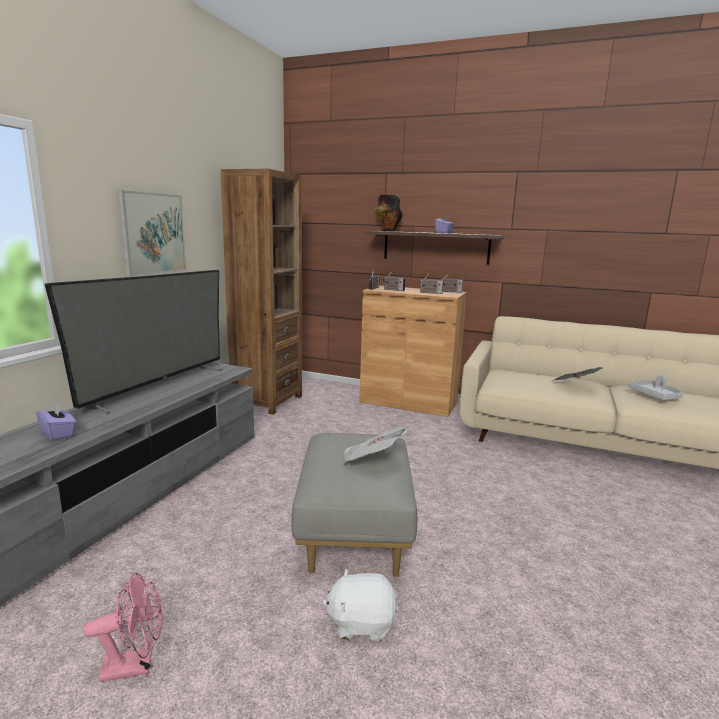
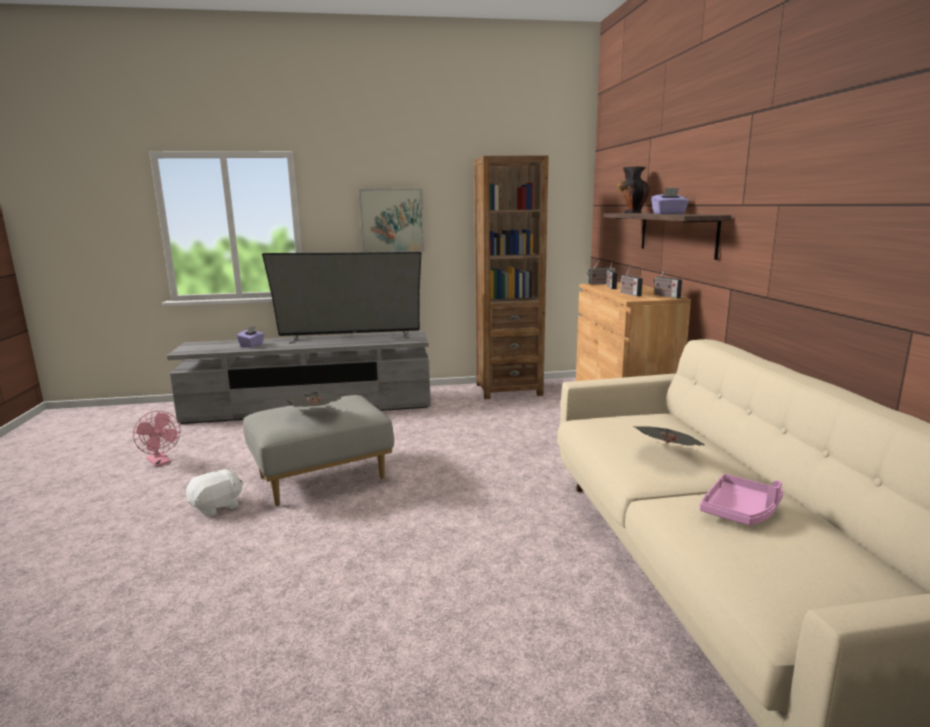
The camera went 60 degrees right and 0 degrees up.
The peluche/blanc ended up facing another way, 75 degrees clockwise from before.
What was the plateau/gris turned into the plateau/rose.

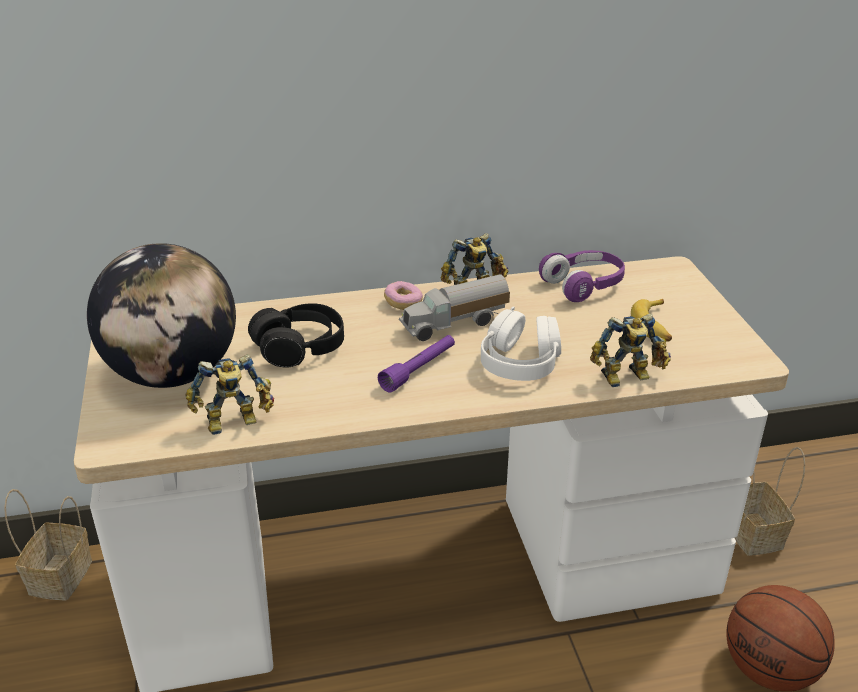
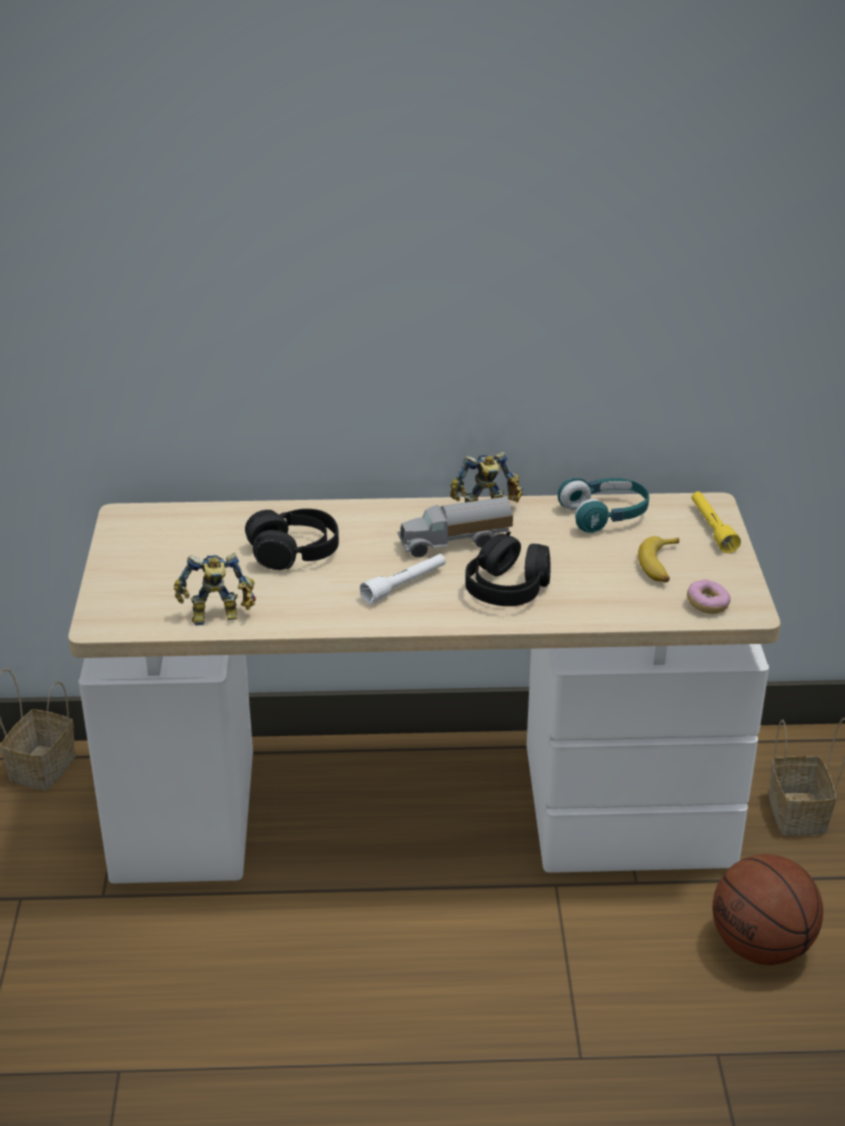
The camera went 10 degrees right and 0 degrees up.
What was the lampe de poche/violet turned into the lampe de poche/blanc.
What was the casque audio/blanc turned into the casque audio/noir (no. 2 from left).
What was the casque audio/violet turned into the casque audio/turquoise.
The beignet ended up elsewhere.
The second view gained the lampe de poche/jaune.
The second view lost the globe.
The second view lost the robot jouet (no. 3 from left).

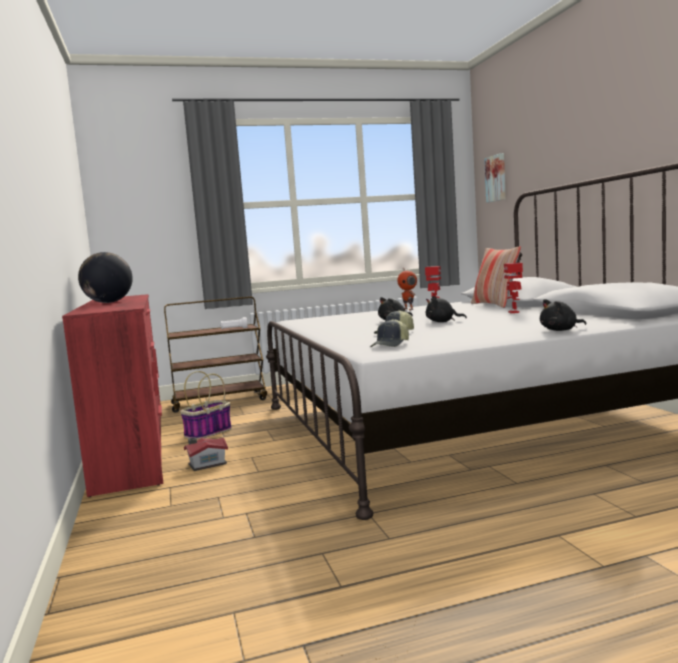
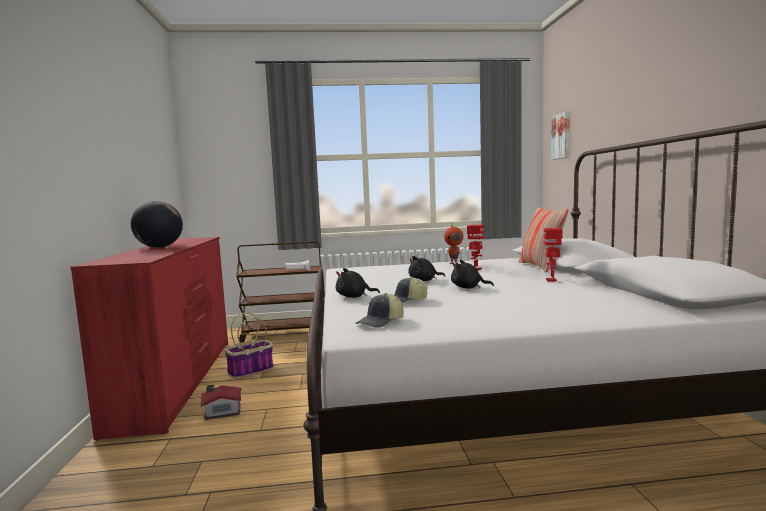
The camera went 10 degrees right and 0 degrees up.
The peluche/noir (no. 3 from left in the first image) ended up elsewhere.

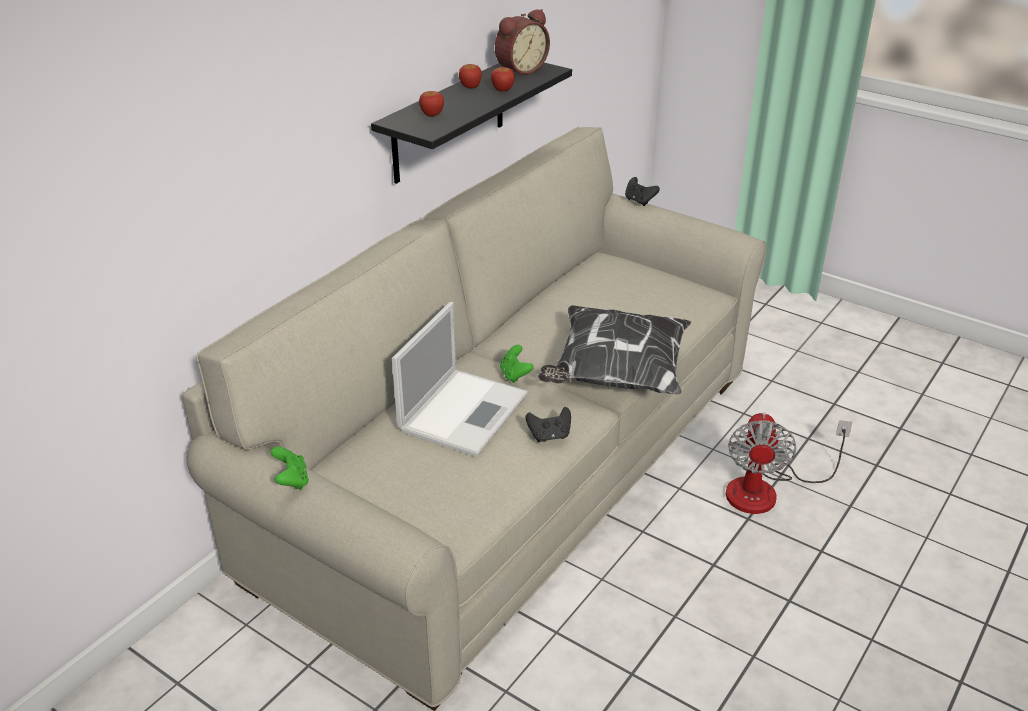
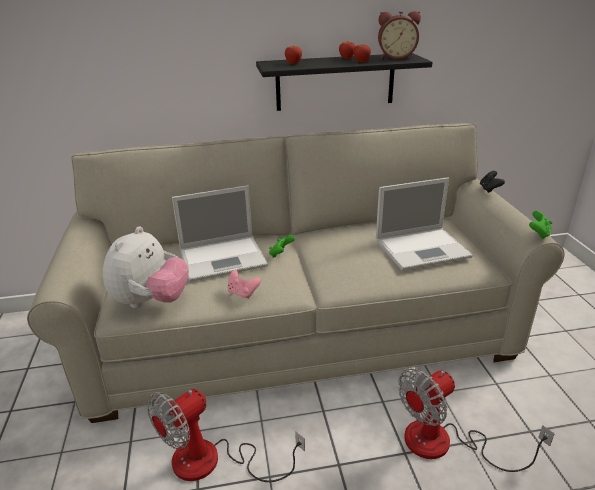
The camera went 45 degrees right and 5 degrees down.
The second view gained the peluche.
The second view gained the ventilateur (no. 1 from left).
What was the manette/noir (no. 1 from left) turned into the manette/rose.
The second view gained the ordinateur portable (no. 2 from left).
The manette/vert (no. 1 from left in the first image) ended up elsewhere.
The second view lost the coussin.

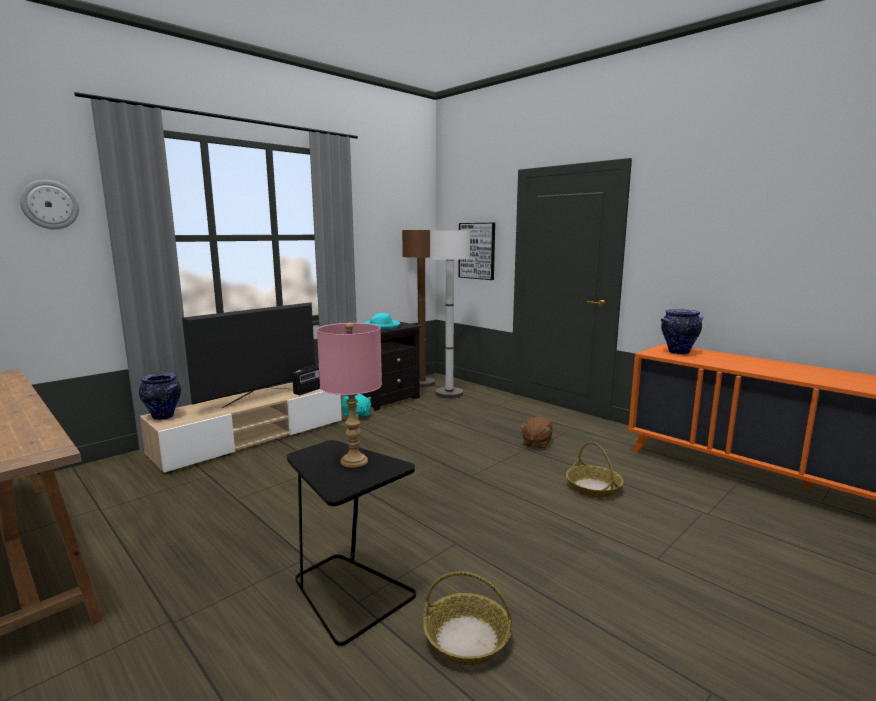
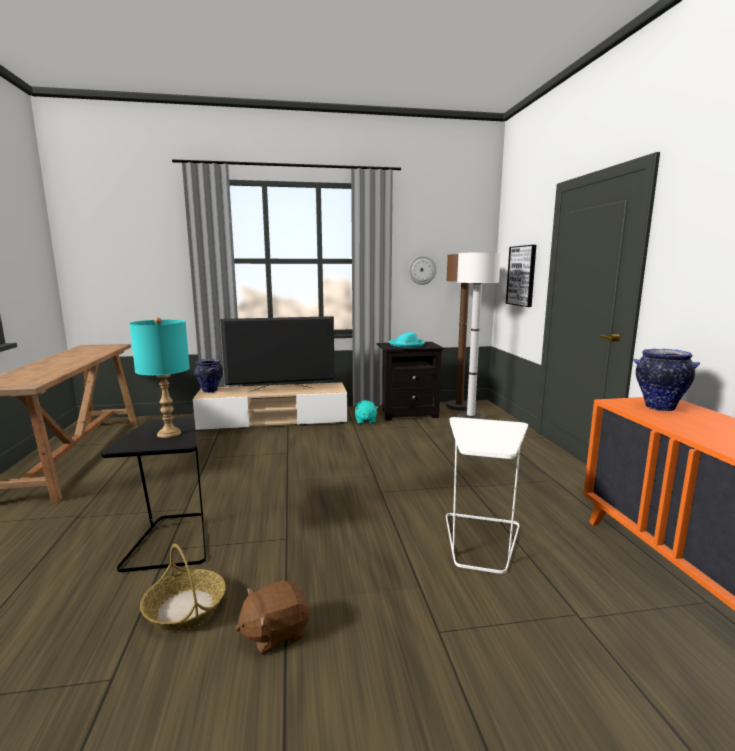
The camera went 35 degrees right and 0 degrees up.
What was the lampe de table/rose turned into the lampe de table/turquoise.
The peluche/marron ended up elsewhere.
The horloge murale ended up elsewhere.
Where the panier (no. 2 from left) stood, the table d'appoint/blanc came to stand.
The second view lost the radio.

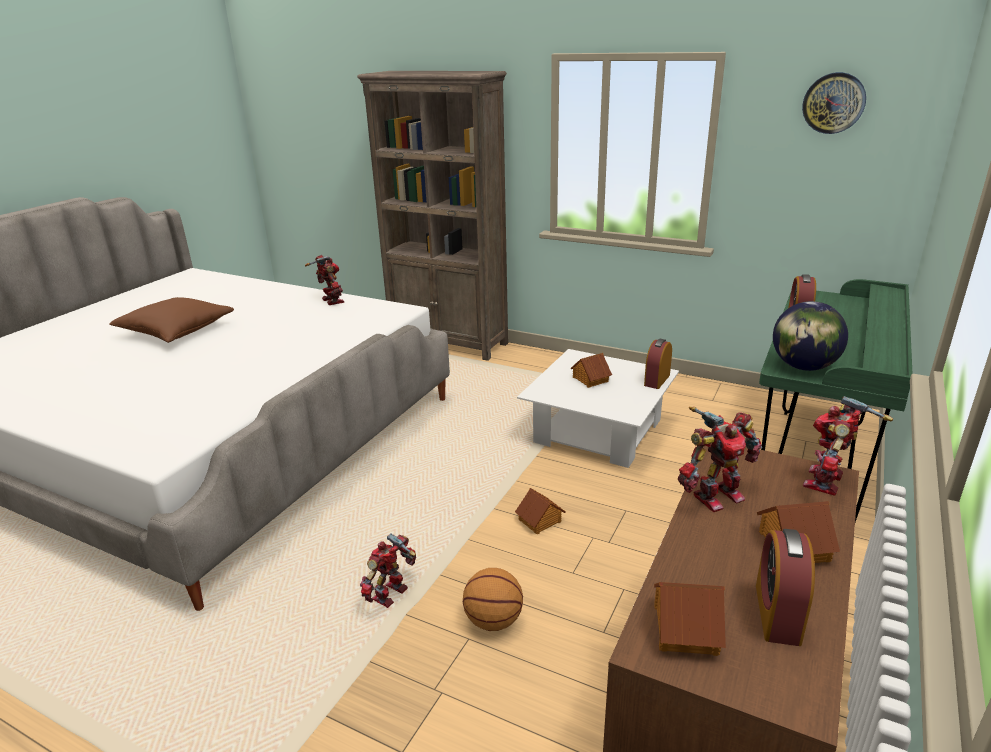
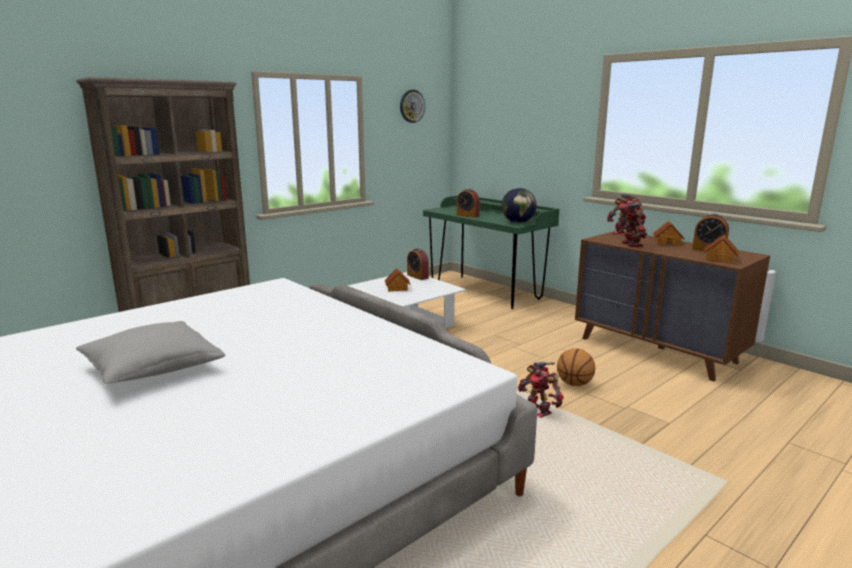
The camera went 70 degrees left and 10 degrees down.
What was the coussin/marron turned into the coussin/gris.
The second view lost the robot jouet (no. 1 from left).
The second view lost the maison miniature (no. 1 from left).

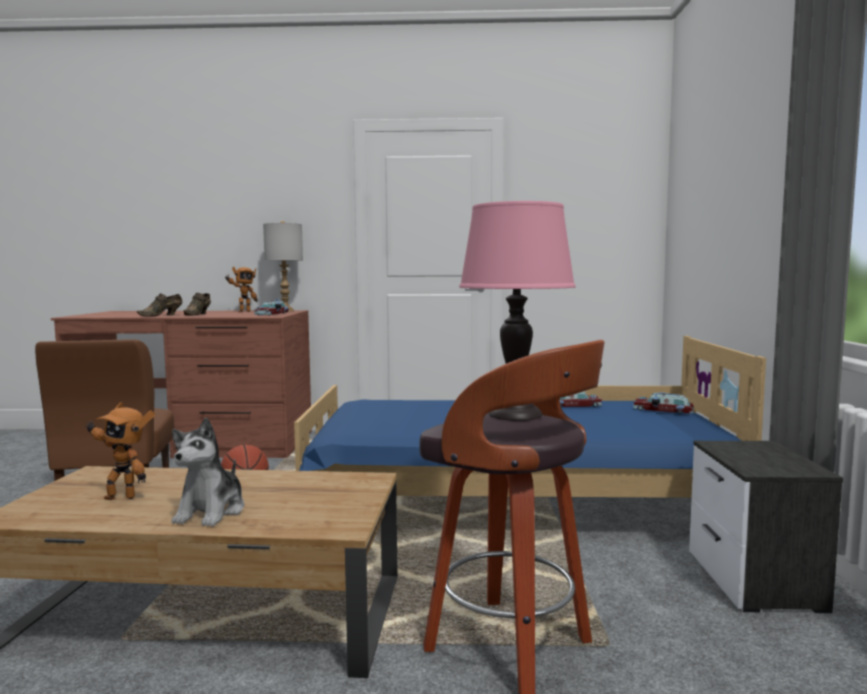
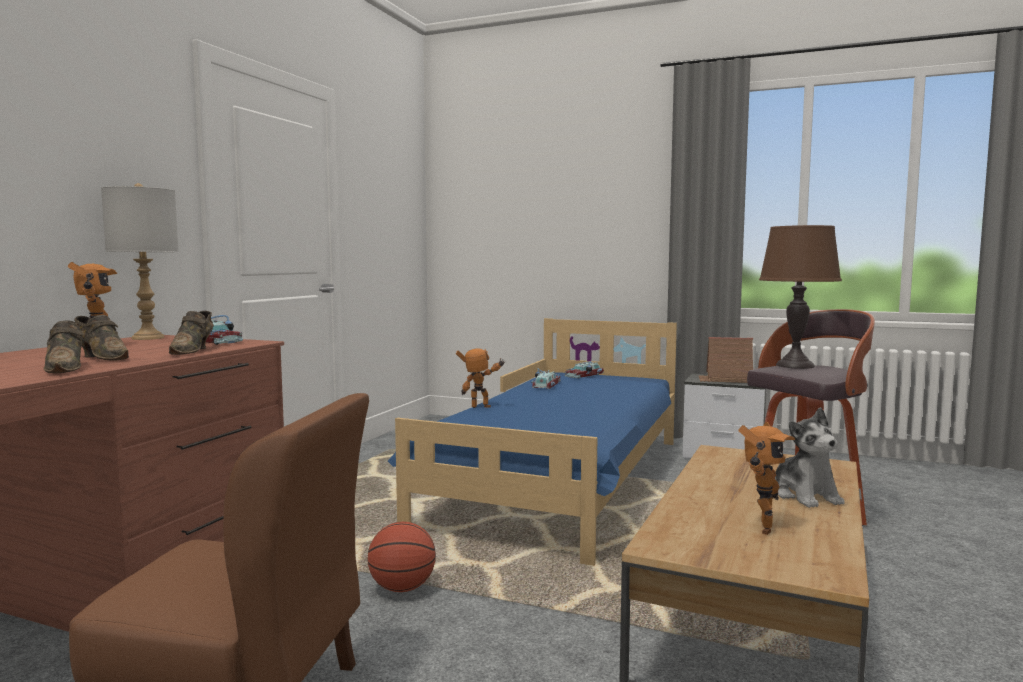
The camera went 70 degrees left and 0 degrees up.
The second view gained the chaussure/marron (no. 3 from left).
The second view gained the robot jouet (no. 2 from left).
The second view gained the maison miniature.
What was the lampe de table/rose turned into the lampe de table/marron.
The peluche ended up facing another way, 45 degrees clockwise from before.

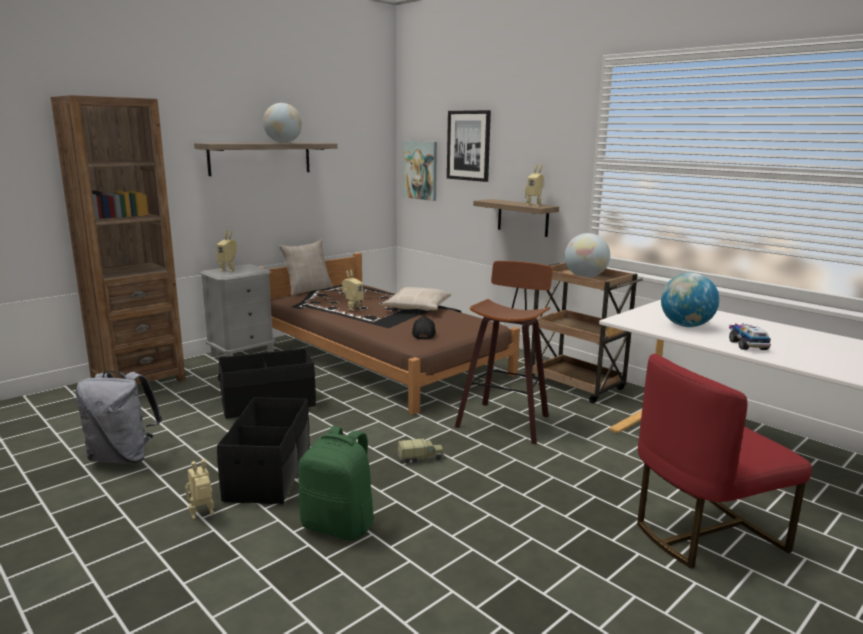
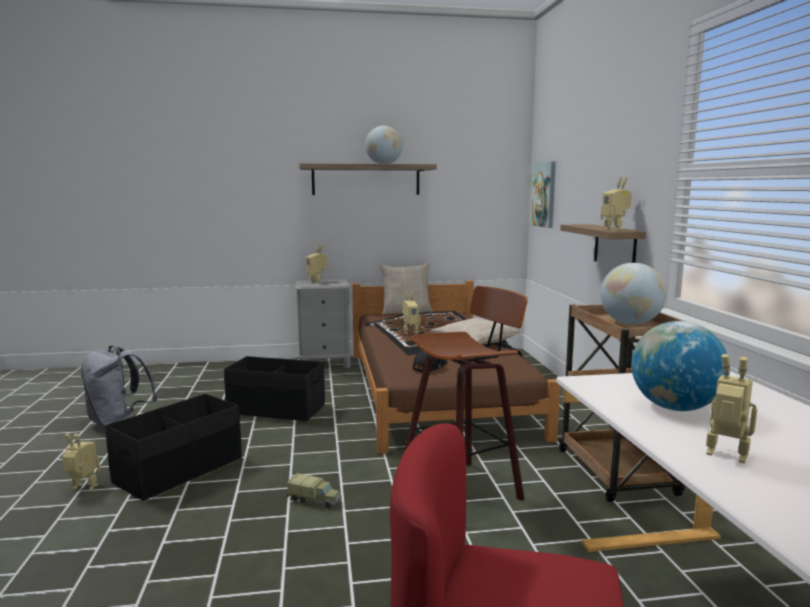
The camera went 35 degrees right and 5 degrees down.
Where the camion jouet (no. 2 from left) stood, the robot jouet (no. 5 from left) came to stand.
The second view lost the bibliothèque/marron.
The second view lost the sac à dos/vert.
The second view lost the tableau (no. 2 from left).

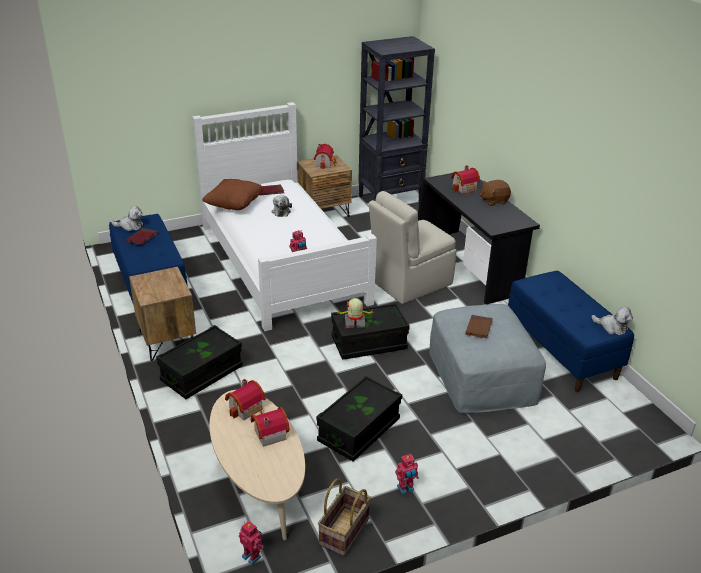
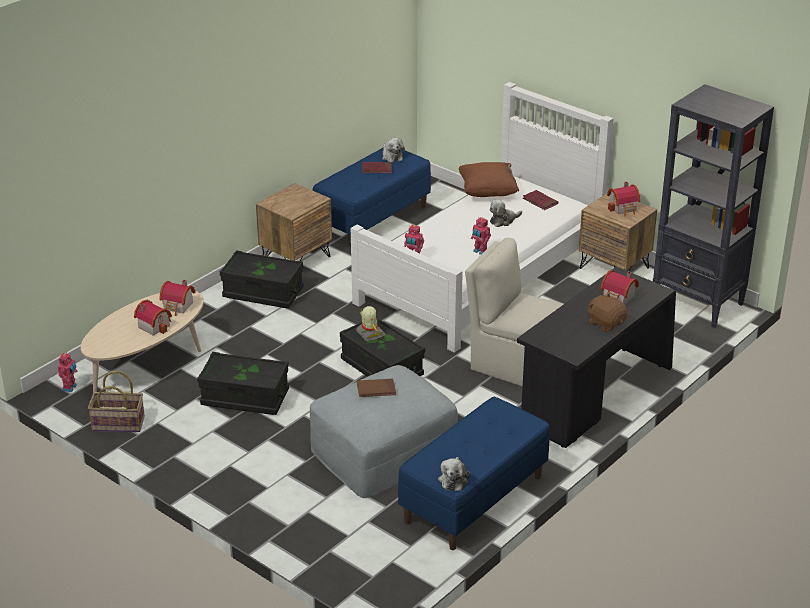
The camera went 65 degrees right and 0 degrees up.
The robot jouet (no. 4 from left) ended up elsewhere.

